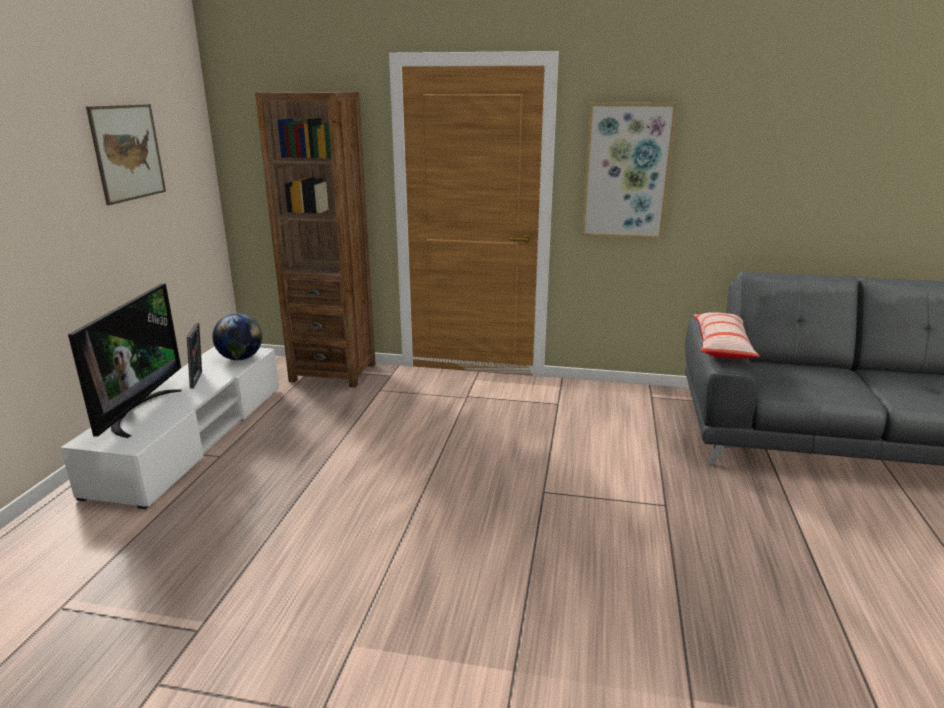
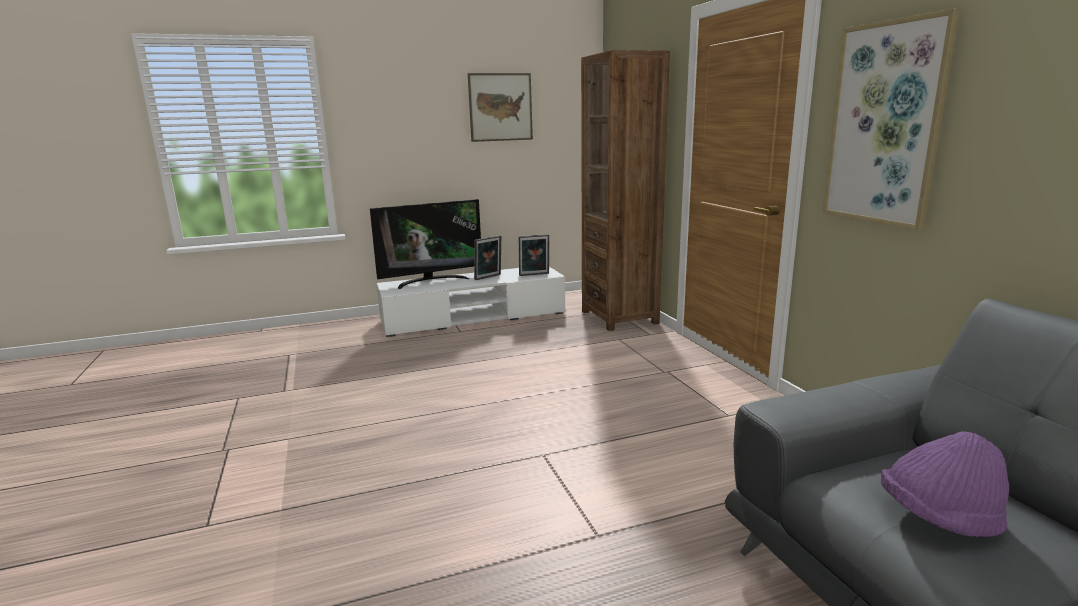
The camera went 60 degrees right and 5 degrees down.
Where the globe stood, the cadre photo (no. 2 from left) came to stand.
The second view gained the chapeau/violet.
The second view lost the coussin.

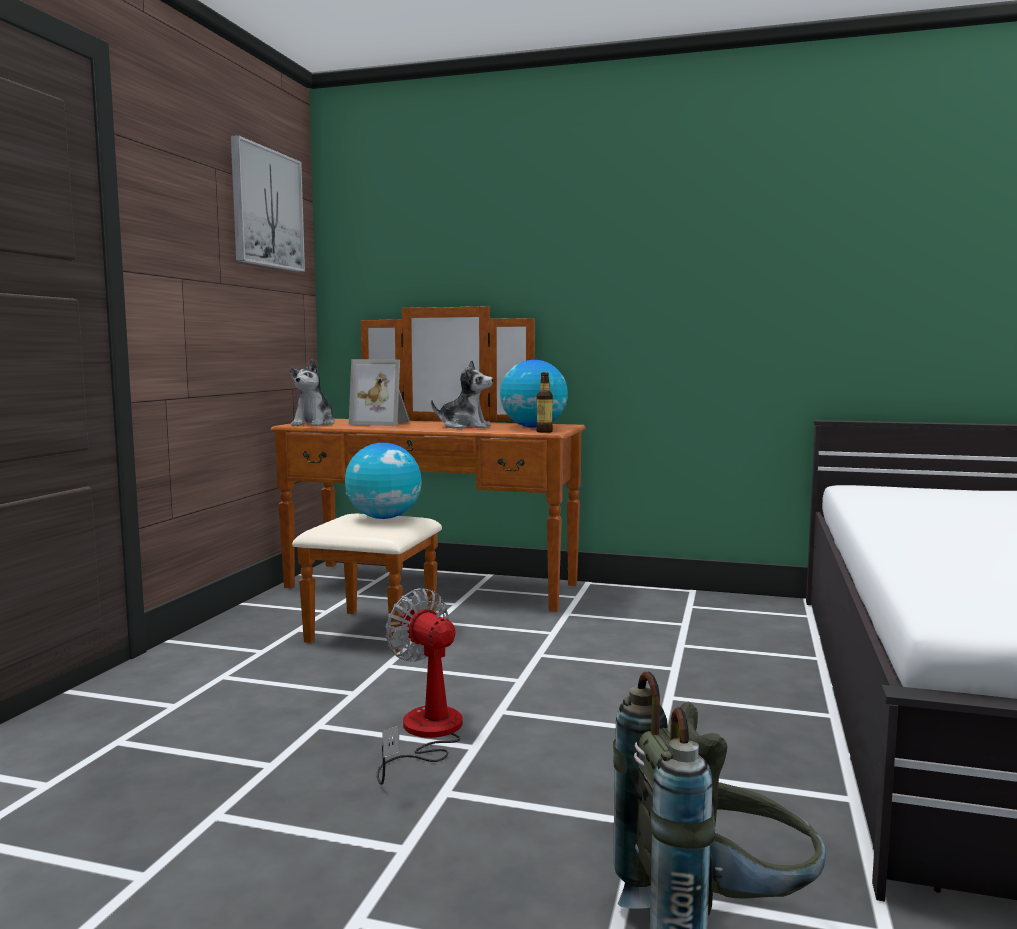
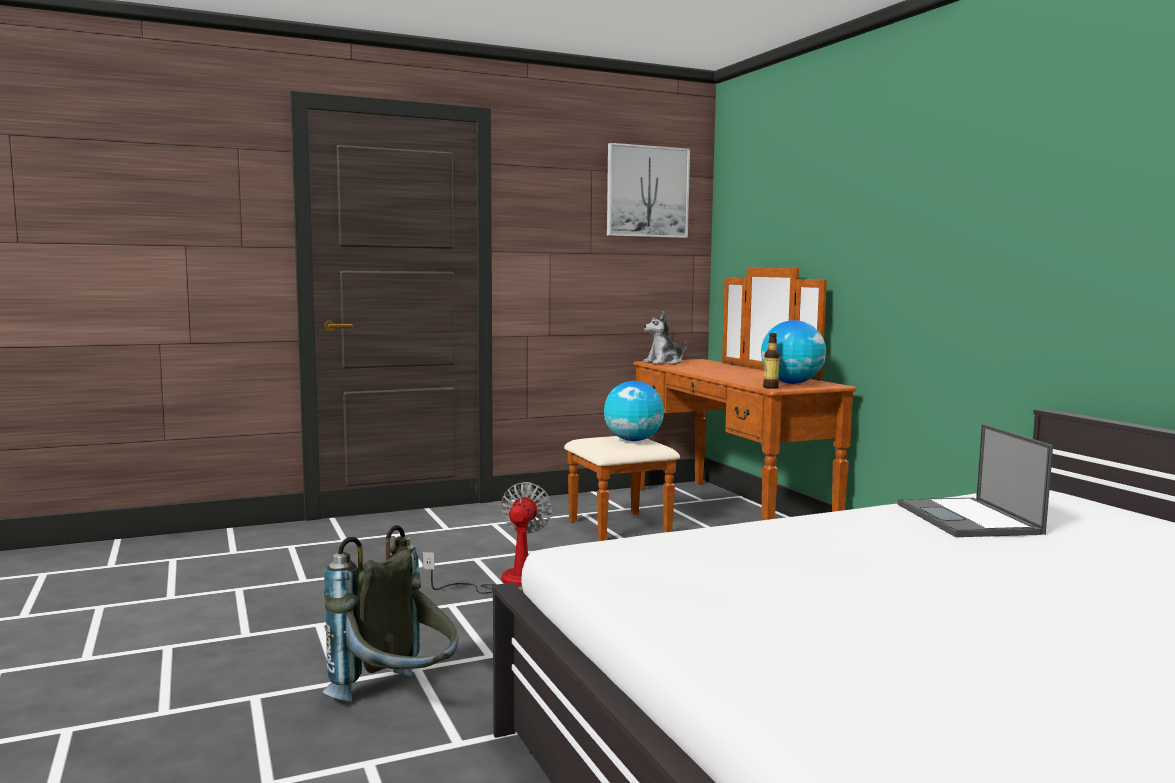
The camera went 50 degrees right and 0 degrees up.
The second view gained the ordinateur portable.
The second view lost the cadre photo.
The second view lost the peluche (no. 2 from left).

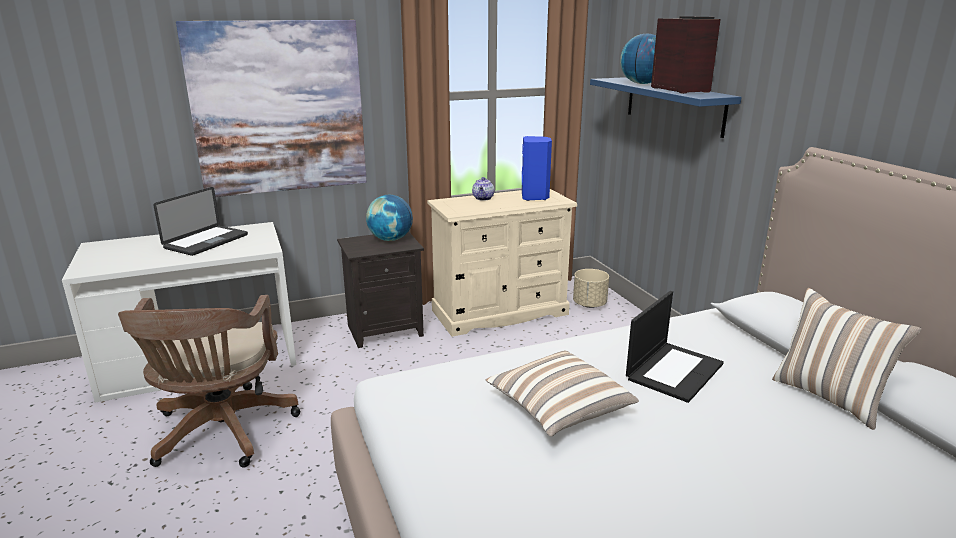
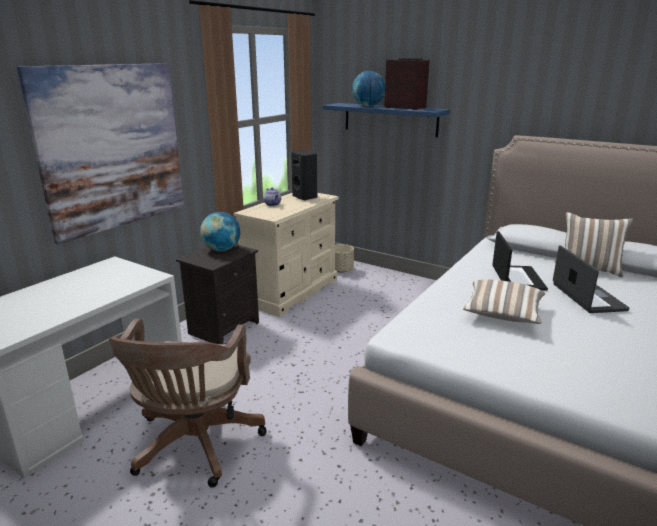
The camera went 35 degrees left and 0 degrees up.
The chaise de bureau/marron ended up facing another way, 45 degrees clockwise from before.
What was the enceinte/bleu turned into the enceinte/noir.
The ordinateur portable (no. 1 from left in the first image) ended up elsewhere.

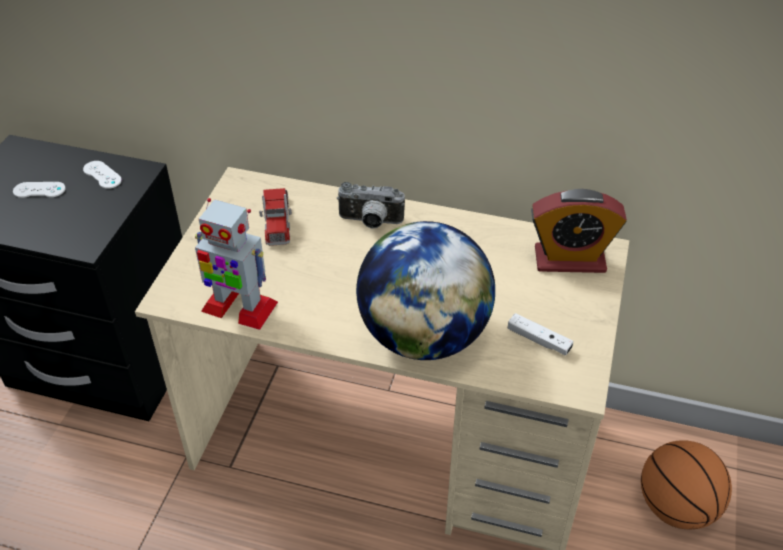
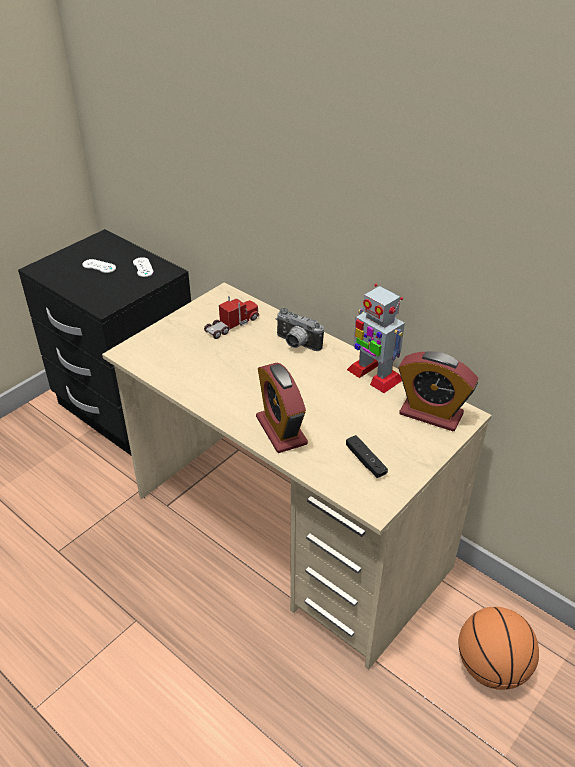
The camera went 25 degrees right and 5 degrees down.
The camion jouet ended up facing another way, 150 degrees counterclockwise from before.
Where the globe stood, the réveil (no. 1 from left) came to stand.
What was the manette/blanc (no. 3 from left) turned into the manette/noir.
The robot jouet ended up elsewhere.

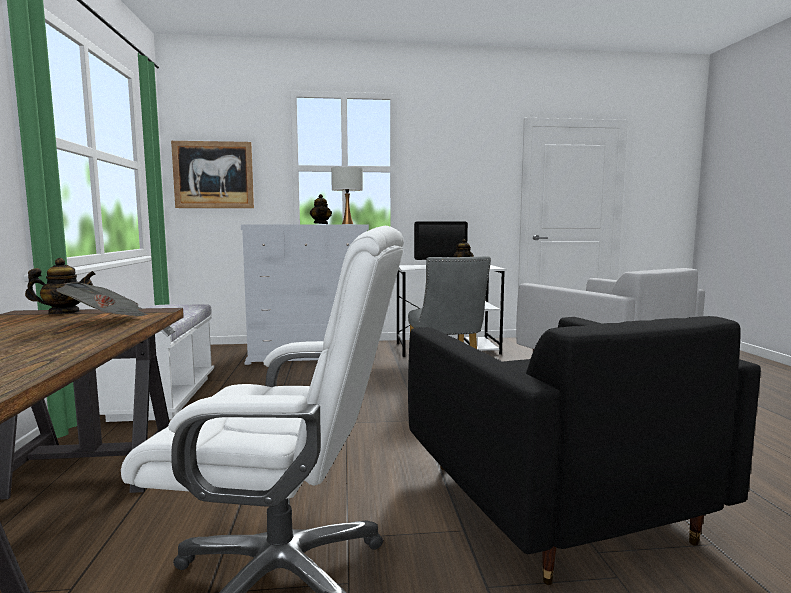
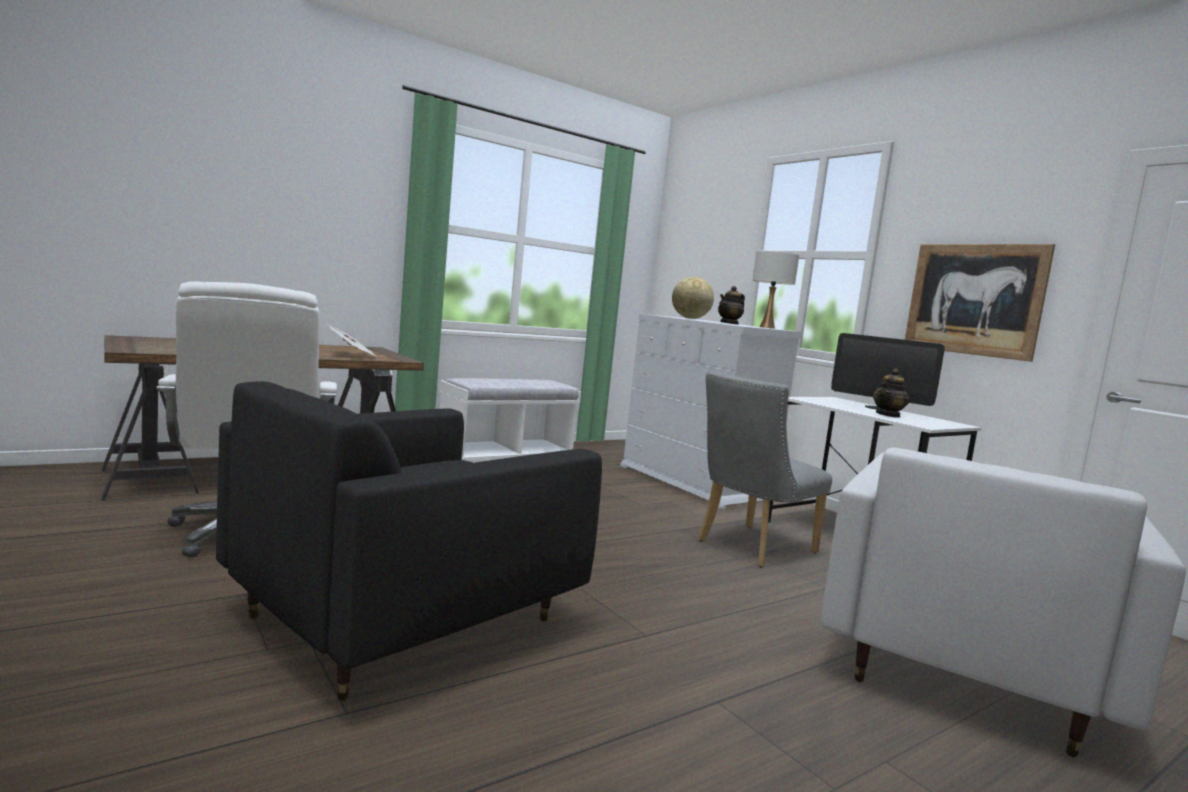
The camera went 60 degrees right and 0 degrees up.
The second view gained the globe.
The tableau ended up elsewhere.
The second view lost the théière (no. 1 from left).

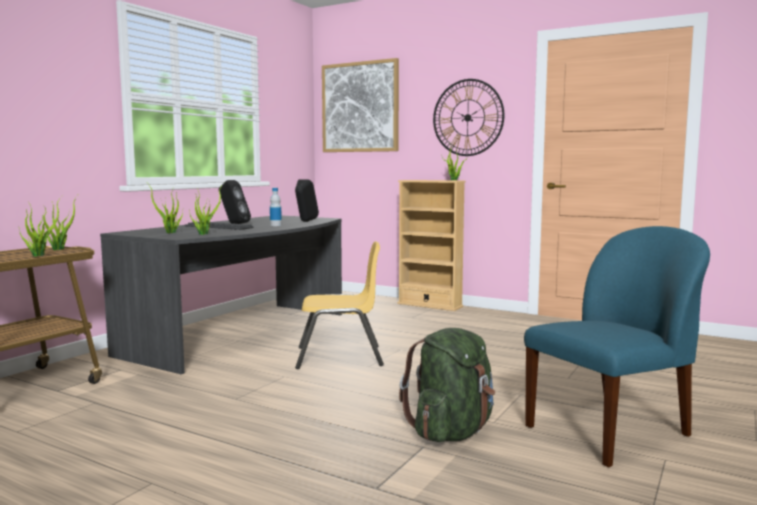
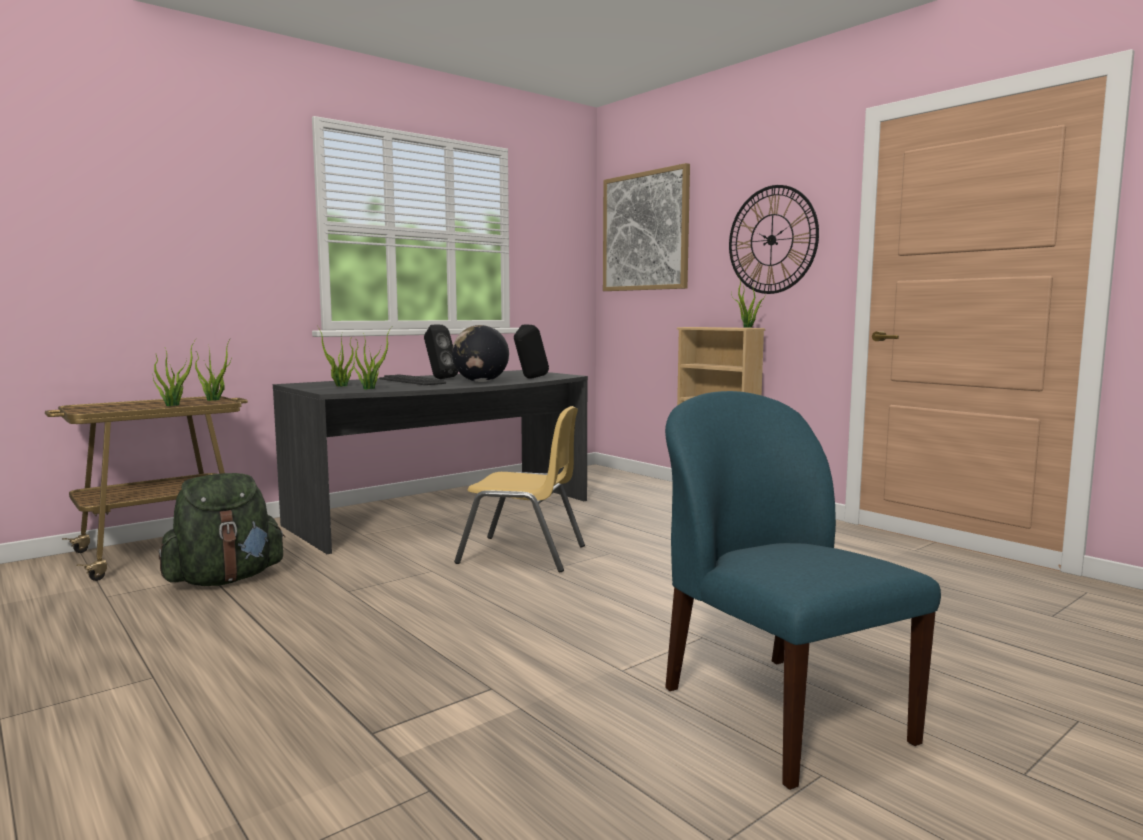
The camera went 20 degrees right and 0 degrees up.
The sac à dos/vert ended up elsewhere.
Where the bouteille stood, the globe came to stand.
The chaise/bleu ended up facing another way, 105 degrees counterclockwise from before.

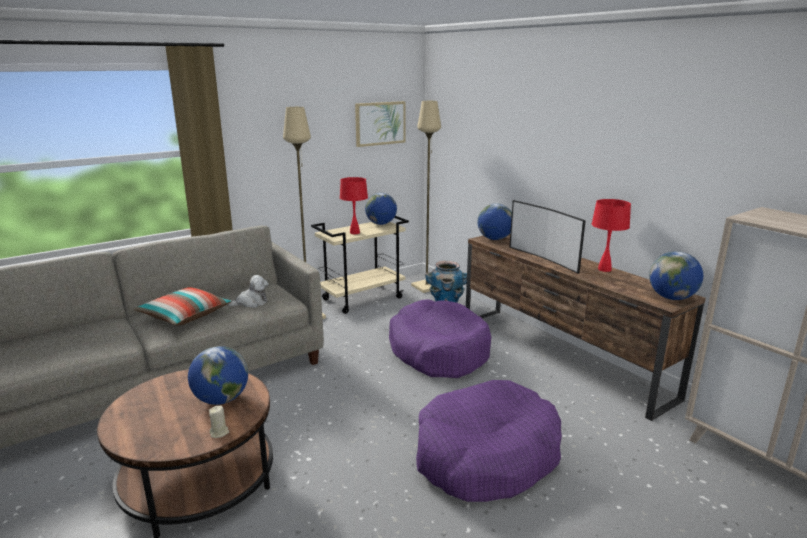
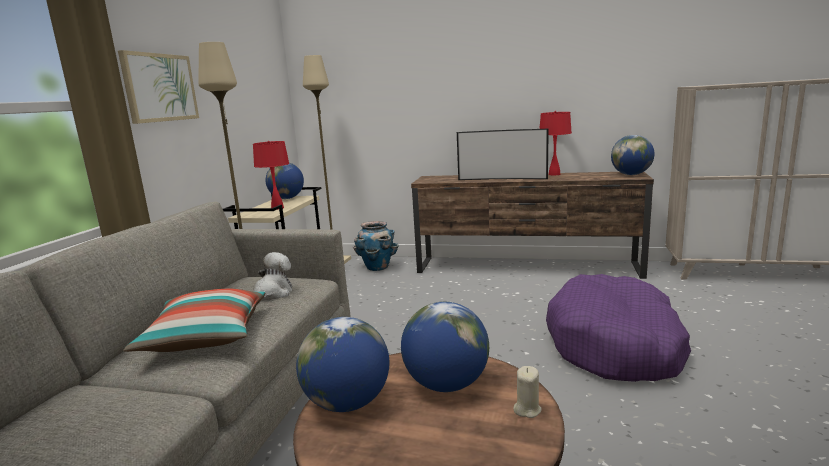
The camera went 40 degrees left and 5 degrees down.
The tableau ended up elsewhere.
The globe (no. 3 from left in the first image) ended up elsewhere.
The second view lost the panier pour chien/violet (no. 1 from left).

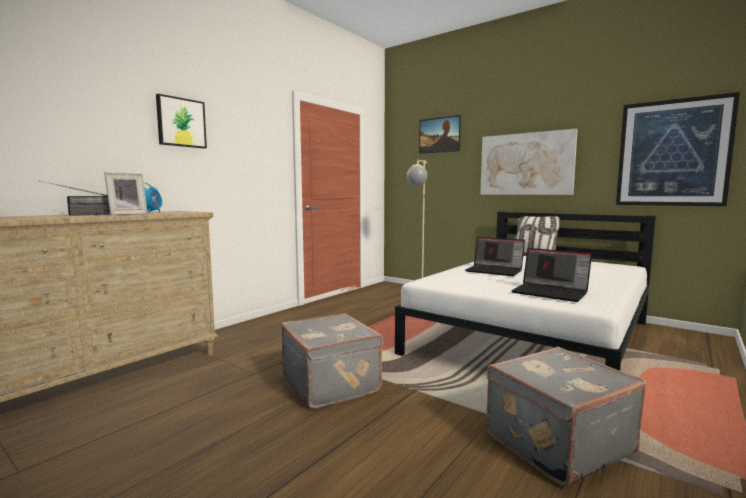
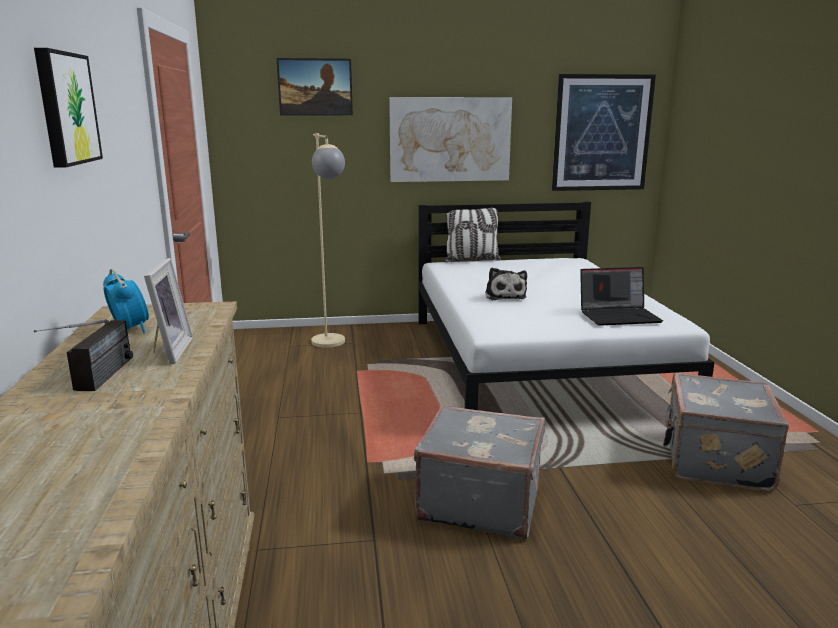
The camera went 45 degrees left and 10 degrees up.
Where the ordinateur portable (no. 1 from left) stood, the peluche came to stand.

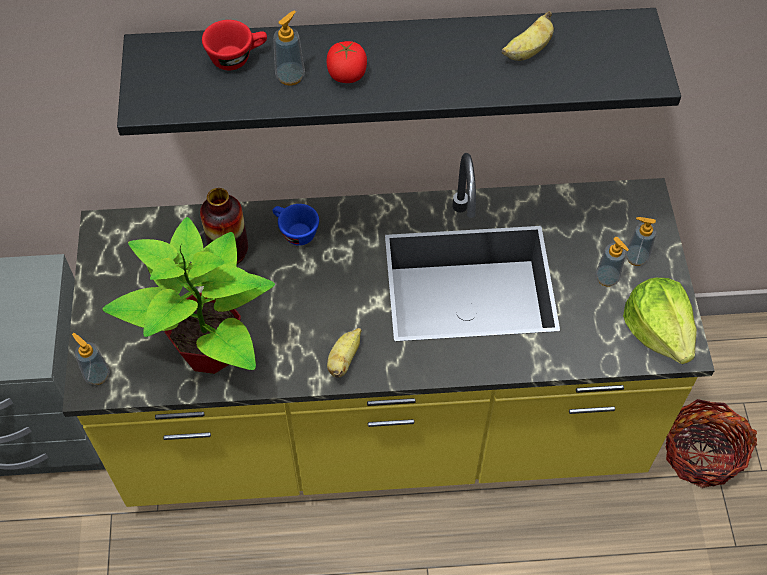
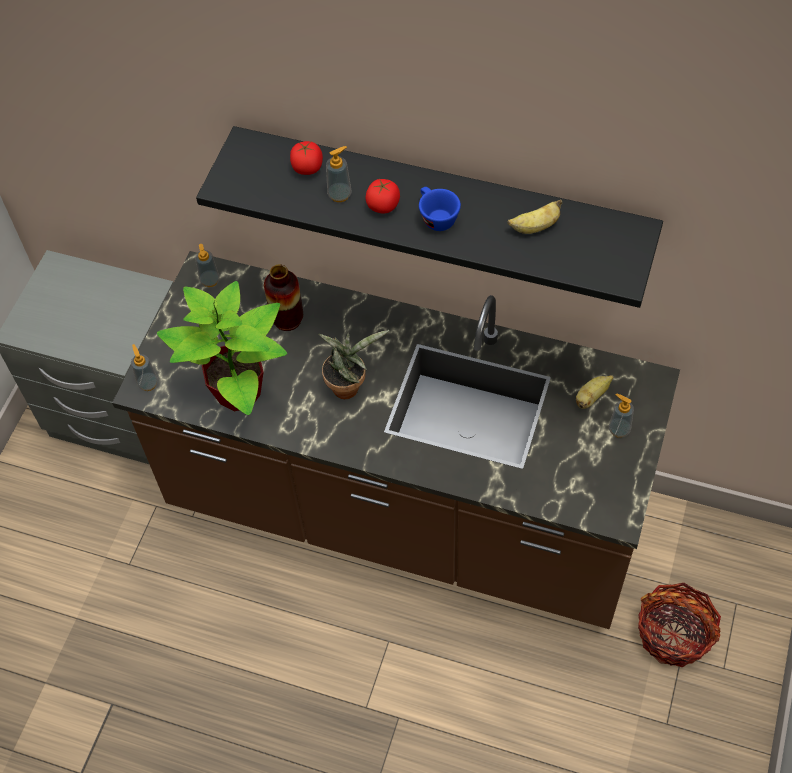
The camera went 25 degrees right and 0 degrees up.
What was the comptoir de cuisine/jaune turned into the comptoir de cuisine/marron.
The distributeur de savon (no. 3 from left in the first image) ended up elsewhere.
Where the tasse/rouge stood, the tomate (no. 1 from left) came to stand.
The second view gained the plante en pot (no. 2 from left).
The tasse/bleu ended up elsewhere.
The banane (no. 1 from left in the first image) ended up elsewhere.
The second view lost the laitue.

